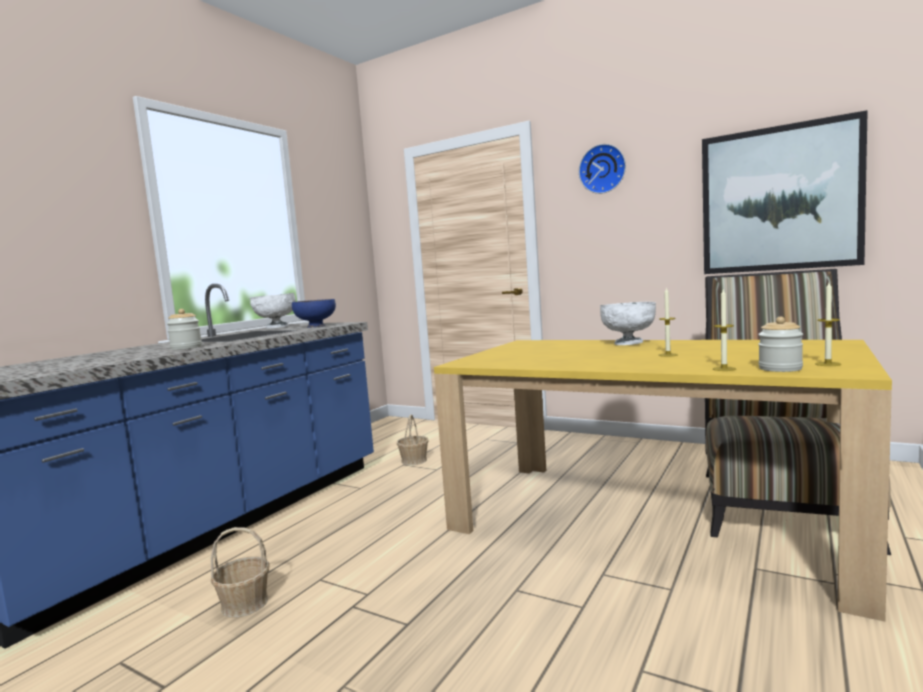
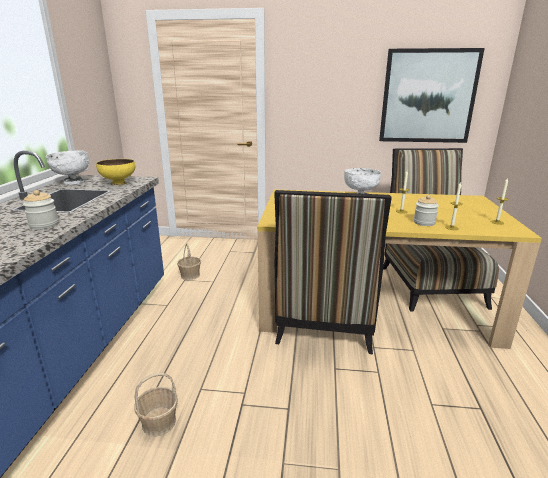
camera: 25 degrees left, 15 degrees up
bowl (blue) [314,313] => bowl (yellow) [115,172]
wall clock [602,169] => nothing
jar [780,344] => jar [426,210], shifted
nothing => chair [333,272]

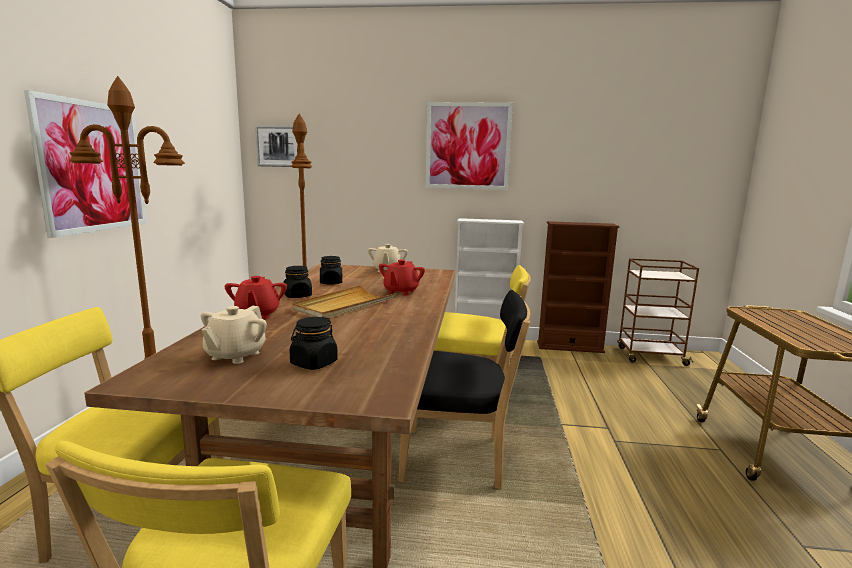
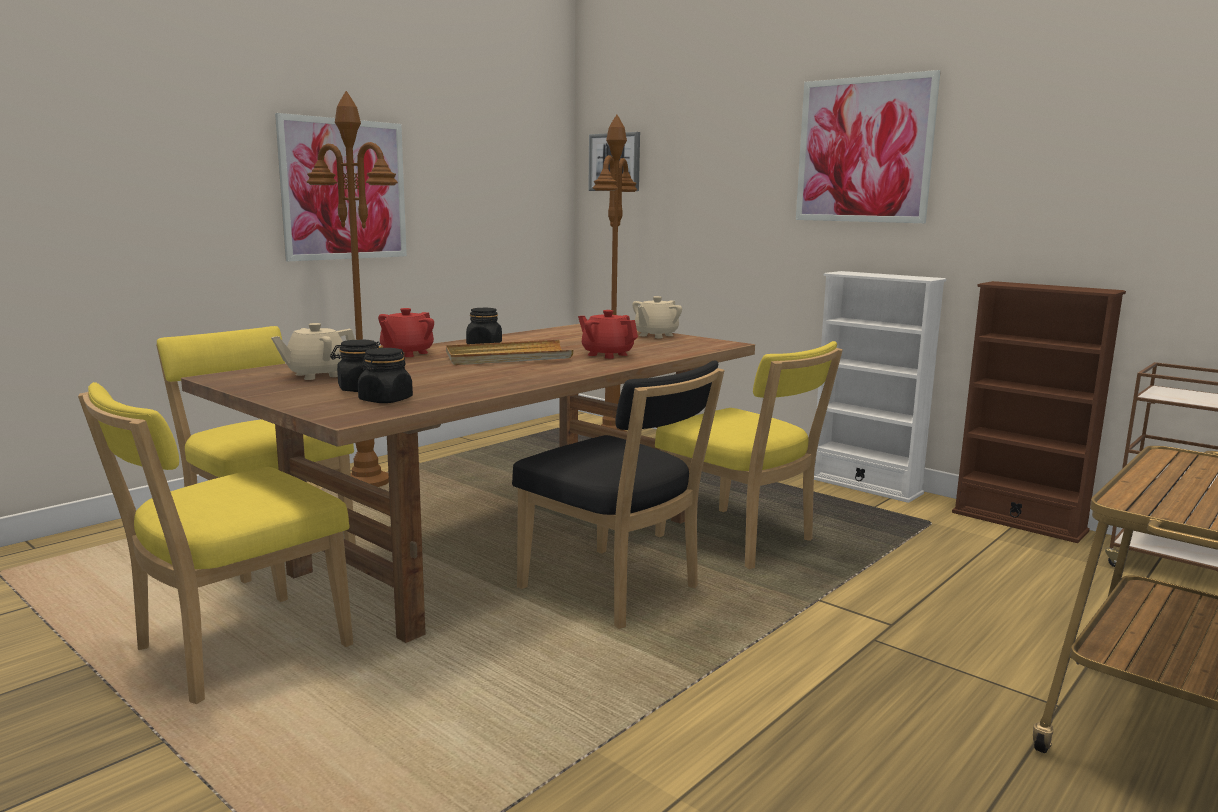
camera: 35 degrees right, 0 degrees up
jar (black) [331,270] => jar (black) [385,375], shifted
teapot (red) [402,277] => teapot (red) [608,334], 75 degrees clockwise

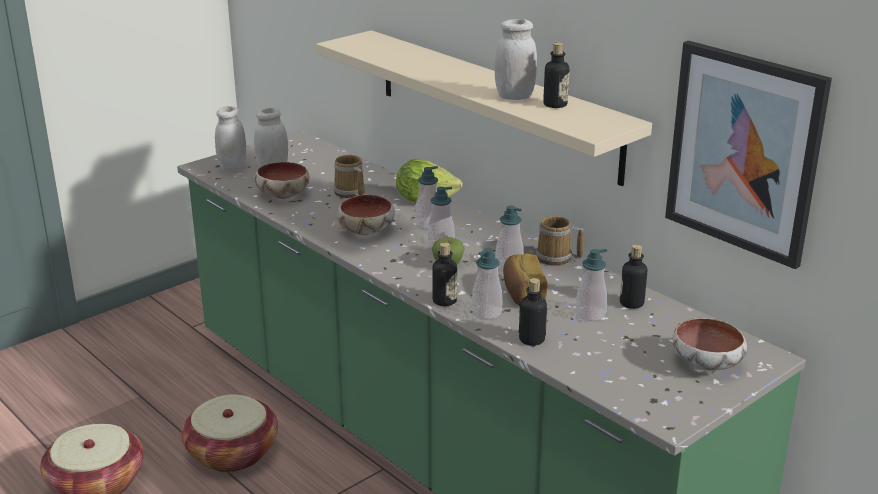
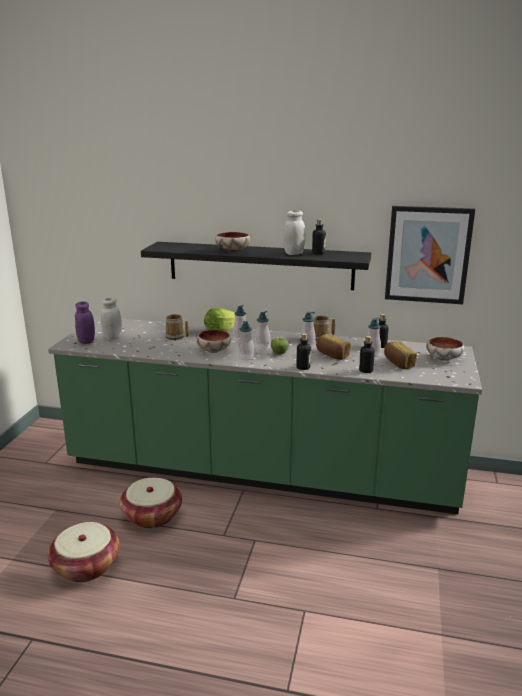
camera: 35 degrees left, 5 degrees down
jar (white) [230,139] => jar (purple) [85,322]
bowl [282,180] => bowl [232,242], shifted
shelf (beige) [484,108] => shelf (black) [256,266]
soap dispenser [487,284] => soap dispenser [246,340], shifted
nothing => bread [400,355]

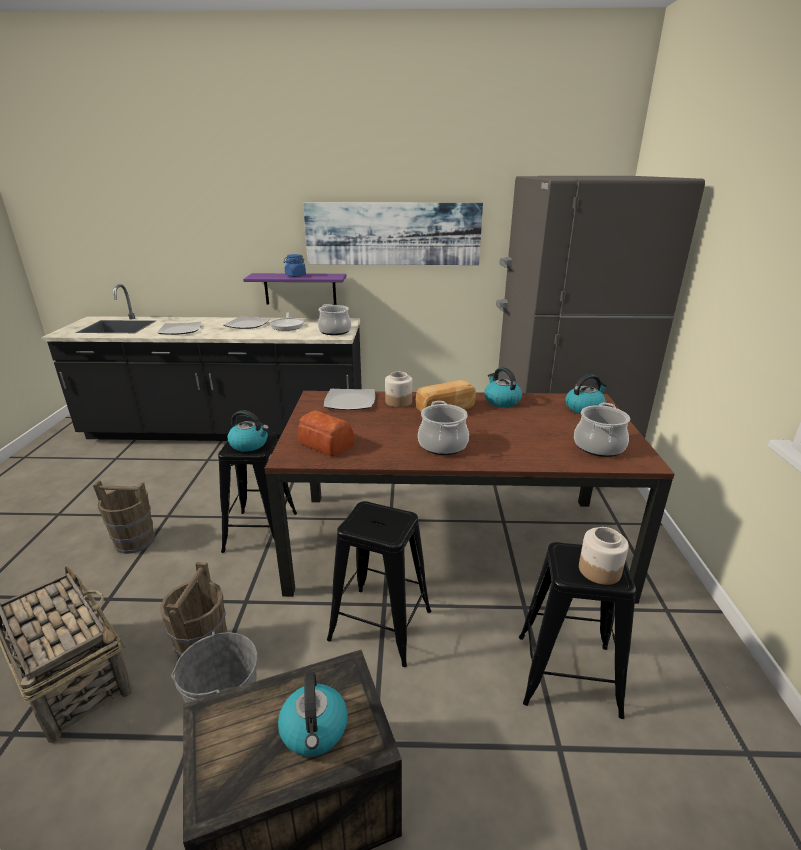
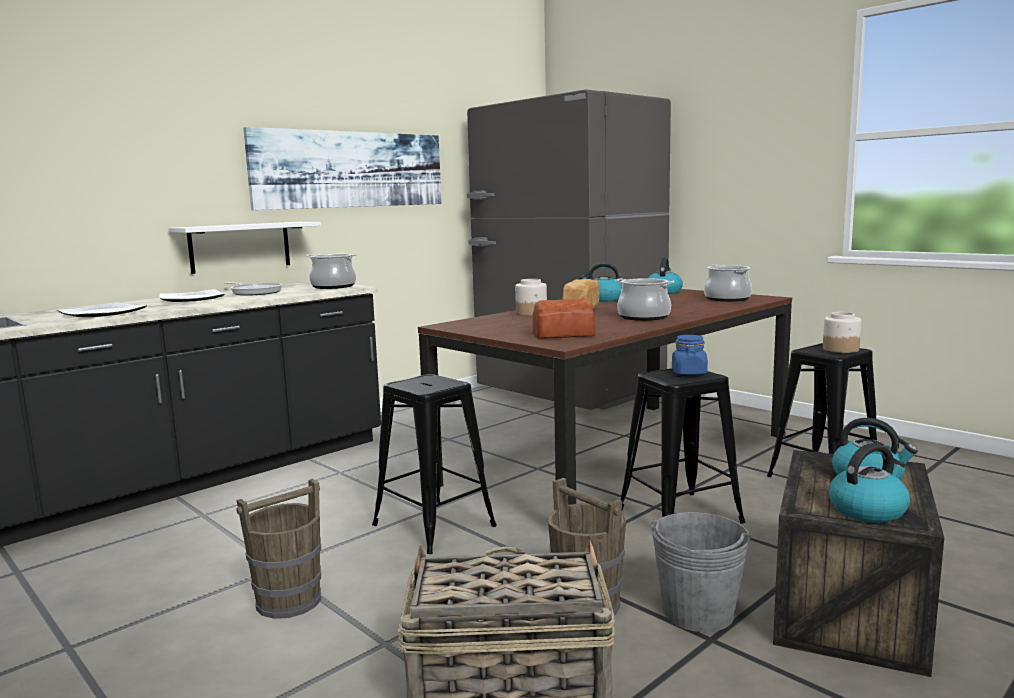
camera: 45 degrees left, 15 degrees down
kettle [248,431] => kettle [869,483], shifted
shelf (purple) [294,289] => shelf (white) [244,248]
jar (blue) [295,265] => jar (blue) [690,355], shifted
plate [349,399] => nothing

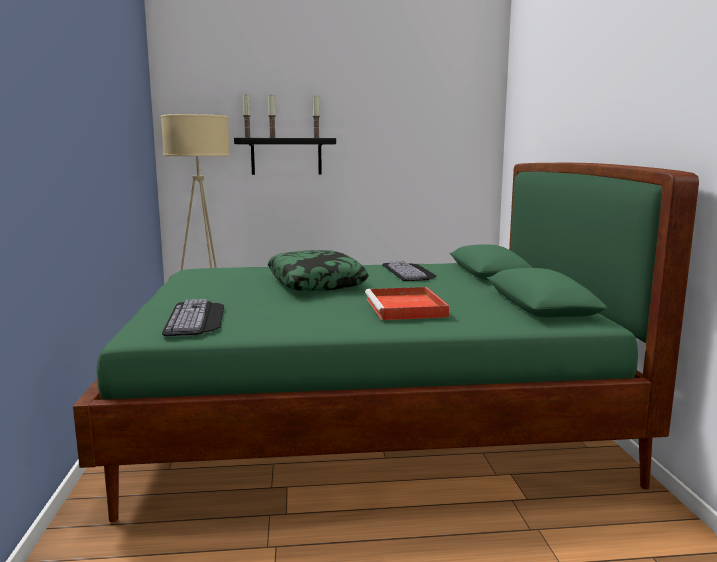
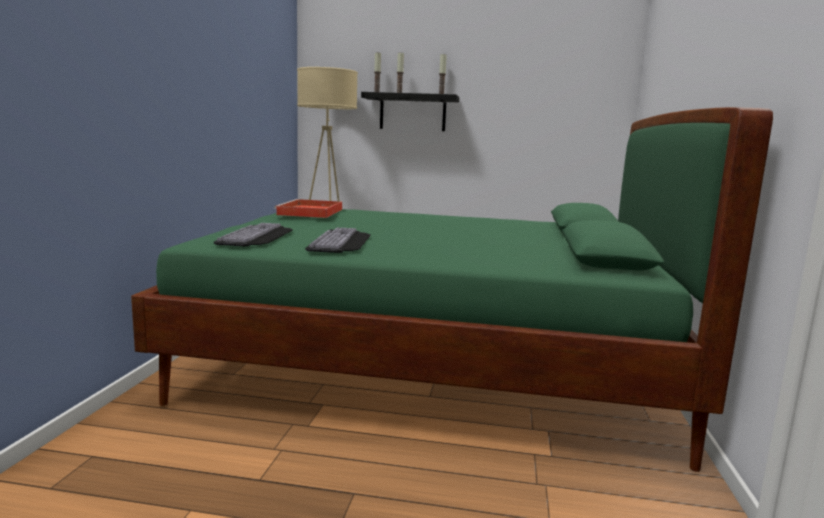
camera: 15 degrees right, 0 degrees up
pillow [318,270] => nothing
tray (red) [407,303] => tray (red) [308,208], shifted
keyboard [409,271] => keyboard [338,240], shifted

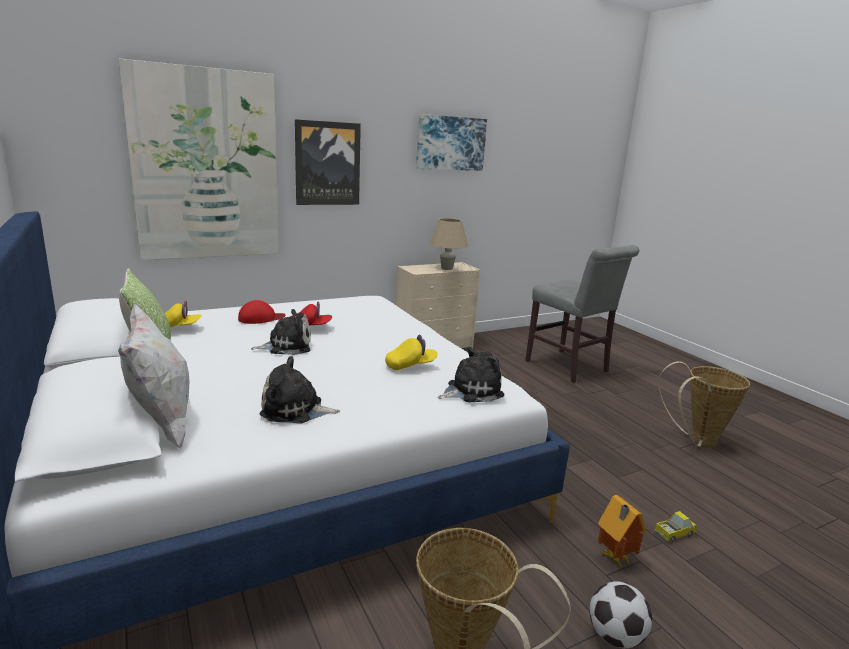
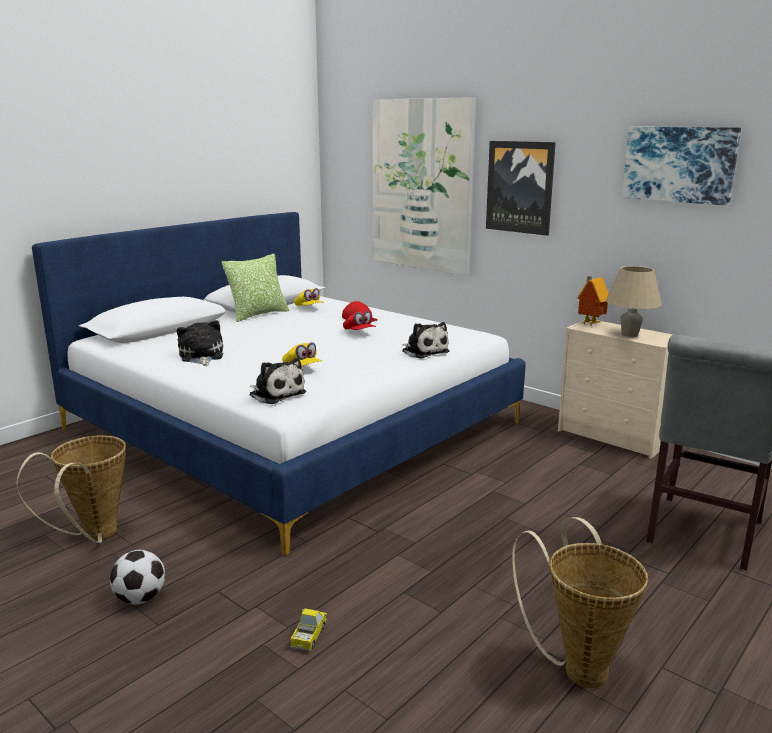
camera: 70 degrees right, 0 degrees up
pillow (white) [154,376] => nothing
plush toy [281,332] => plush toy [426,340], shifted
toy house [622,531] => toy house [593,301], shifted
toy truck [676,526] => toy truck [308,630], 120 degrees counterclockwise

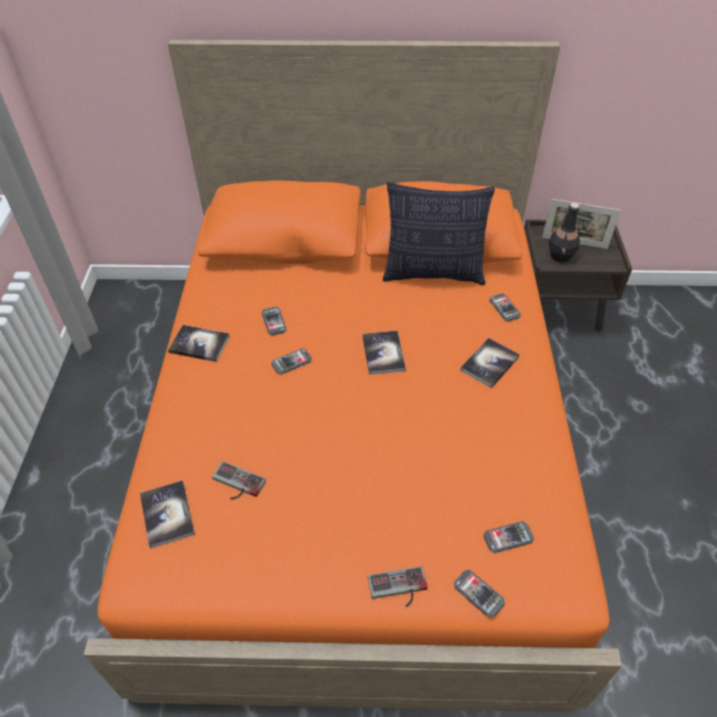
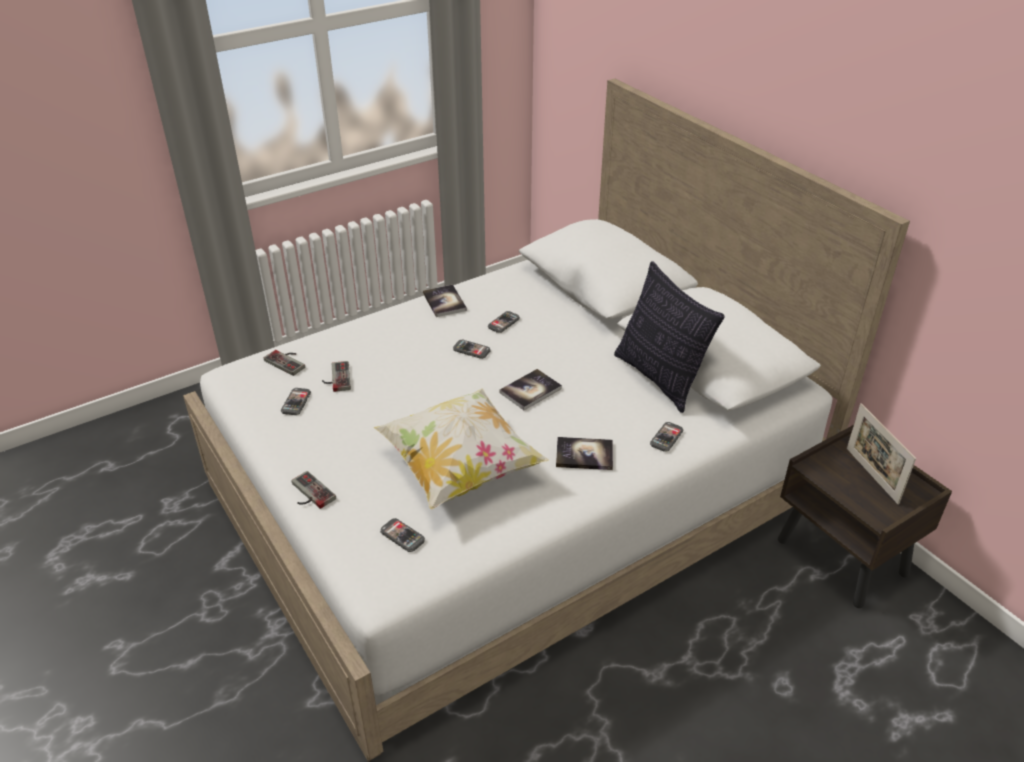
camera: 55 degrees right, 10 degrees down
bed (orange) [353,376] => bed (white) [546,420]
book [167,514] => game controller [284,363]
phone [479,594] => phone [296,401], shifted
bottle (black) [564,232] => nothing
nothing => pillow [461,448]

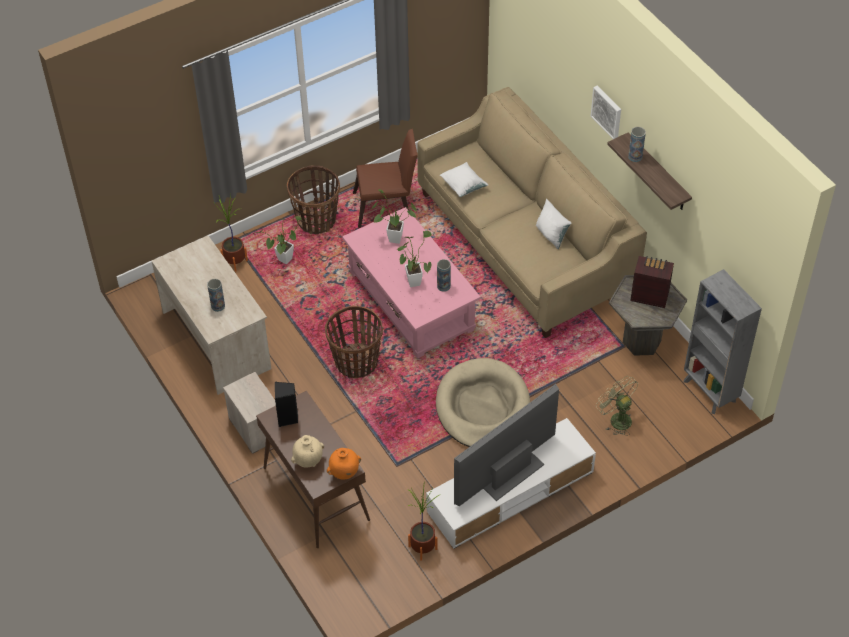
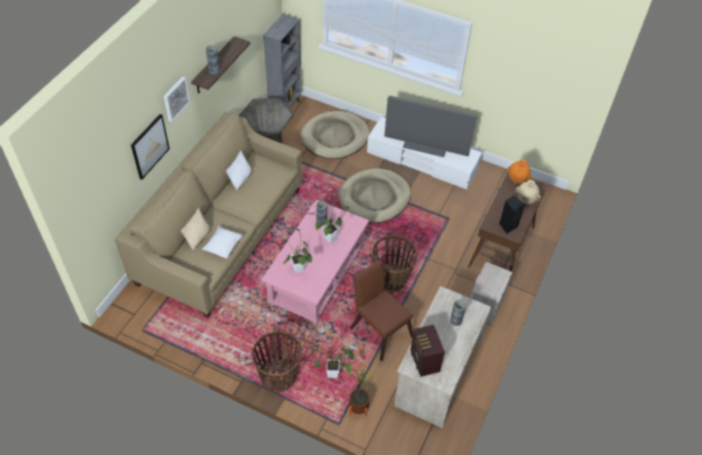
camera: 125 degrees left, 0 degrees up
chair (brown) [385,178] => chair (brown) [381,310], shifted
potted plant [424,524] => nothing
fan (green) [617,406] => dog bed (beige) [335,135]
radio [652,282] => radio [427,350], shifted
nothing => picture [150,147]
nothing => pillow (beige) [196,229]

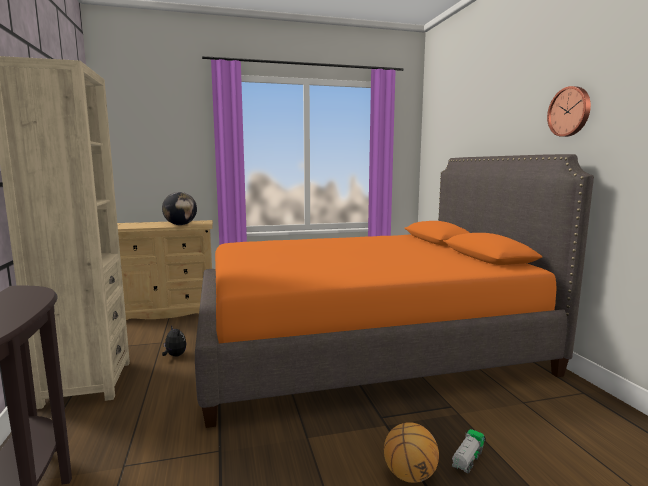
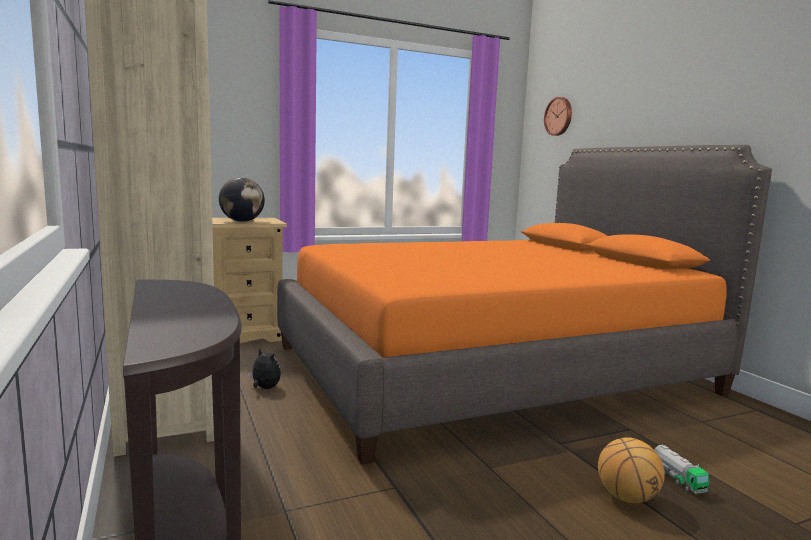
camera: 10 degrees left, 0 degrees up
toy truck [469,451] => toy truck [681,469], 135 degrees clockwise
wall clock [569,111] => wall clock [558,116], shifted

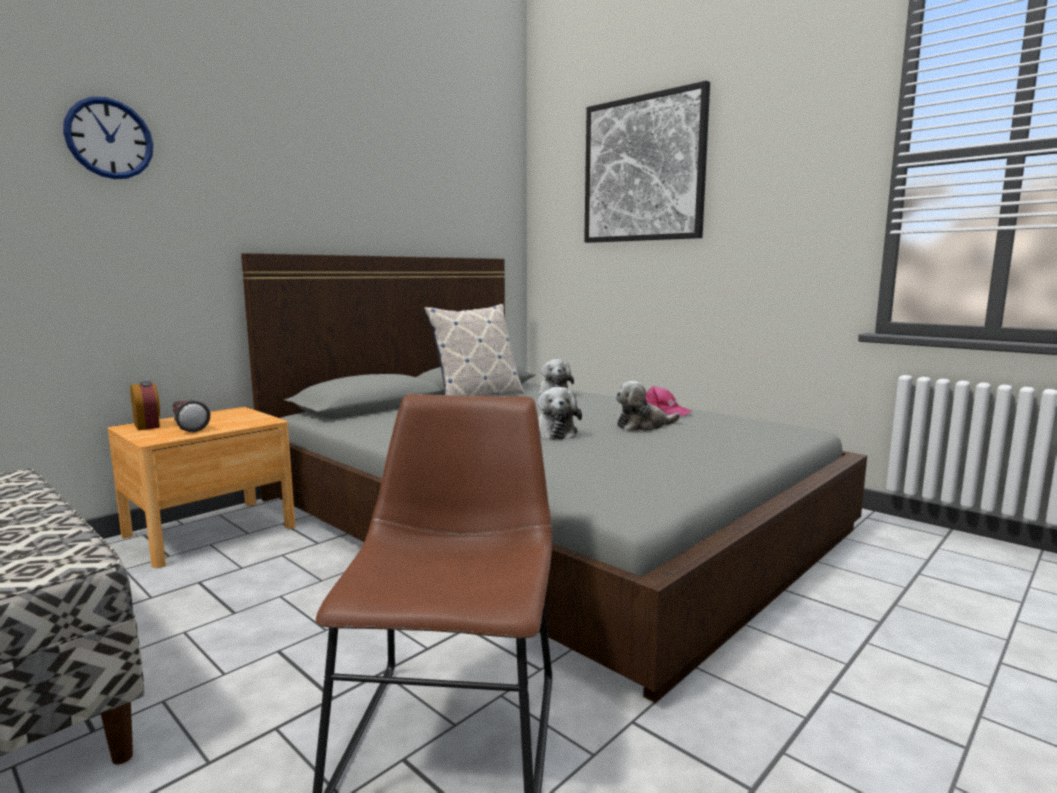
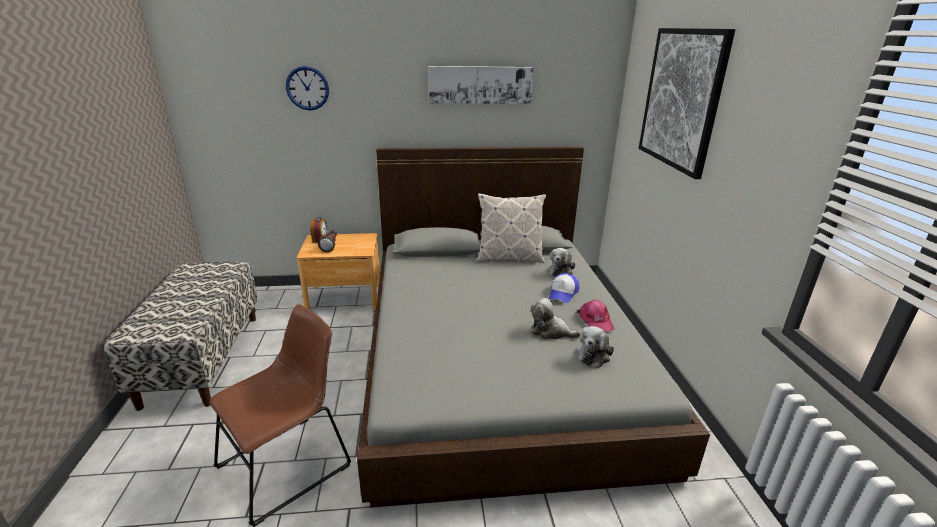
camera: 40 degrees right, 15 degrees up
plush toy [560,413] => plush toy [595,347], shifted
nothing => picture [481,85]
nothing => cap [564,288]

